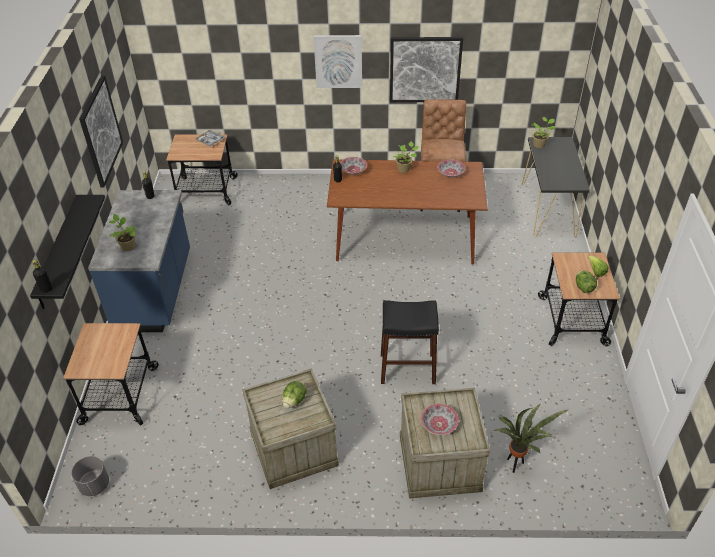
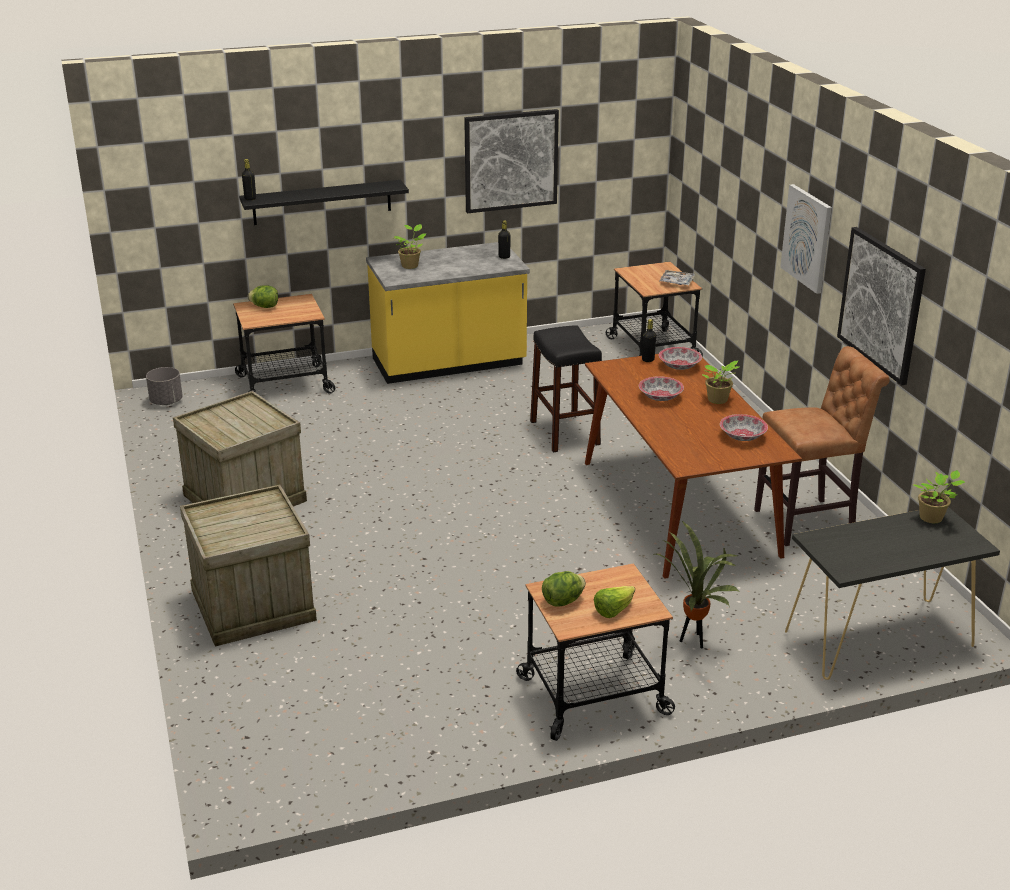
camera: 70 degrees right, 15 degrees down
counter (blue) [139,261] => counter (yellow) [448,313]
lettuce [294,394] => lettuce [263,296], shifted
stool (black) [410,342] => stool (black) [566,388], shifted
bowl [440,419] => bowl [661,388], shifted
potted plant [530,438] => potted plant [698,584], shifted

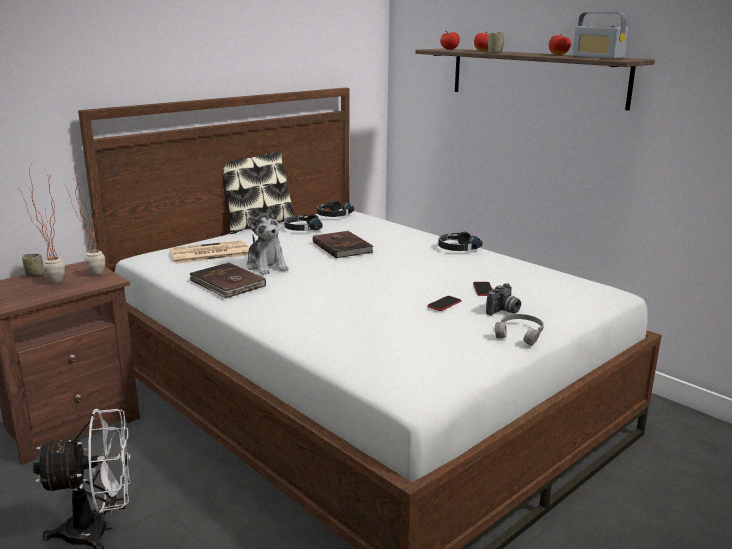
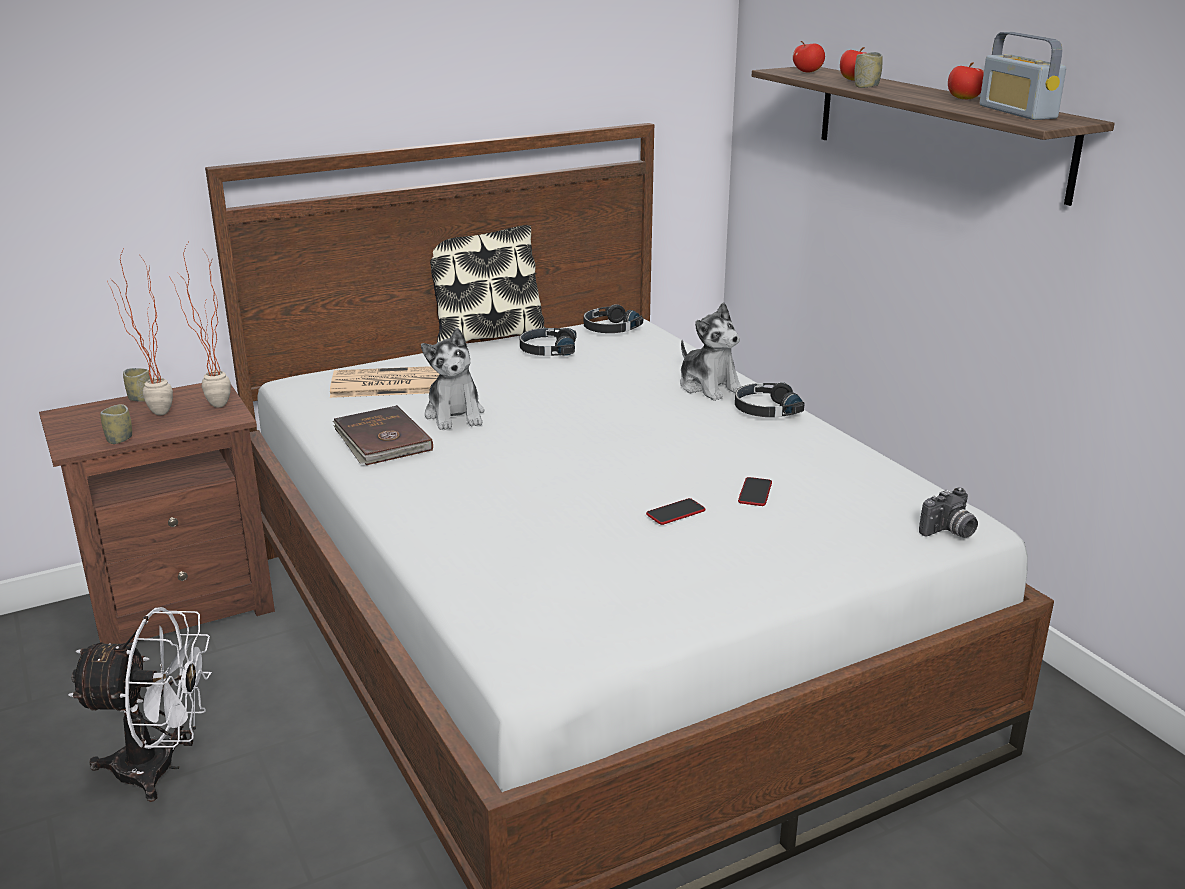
camera: 15 degrees right, 5 degrees up
book (brown) [343,244] => nothing
photo camera [503,299] => photo camera [948,512], shifted
headphones (grey) [519,330] => nothing
nothing => cup [116,424]
nothing => plush toy [711,351]

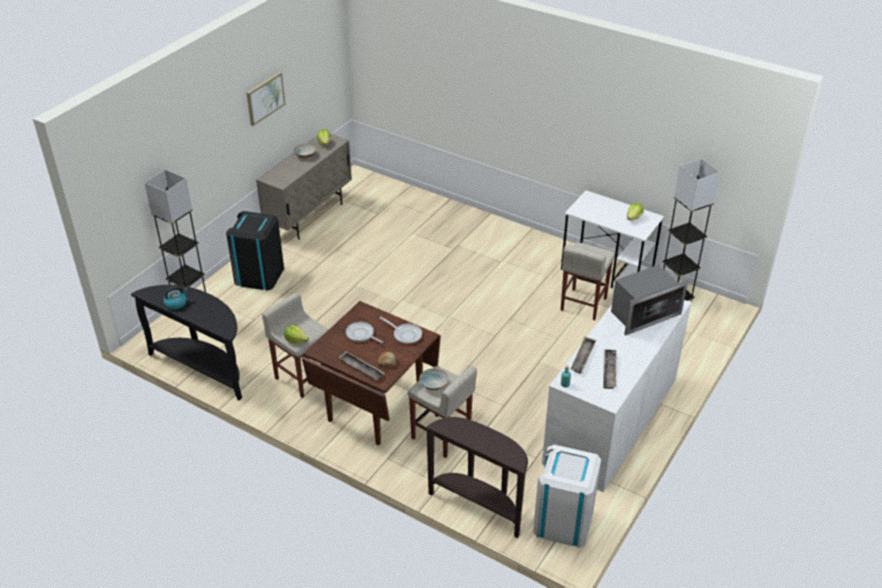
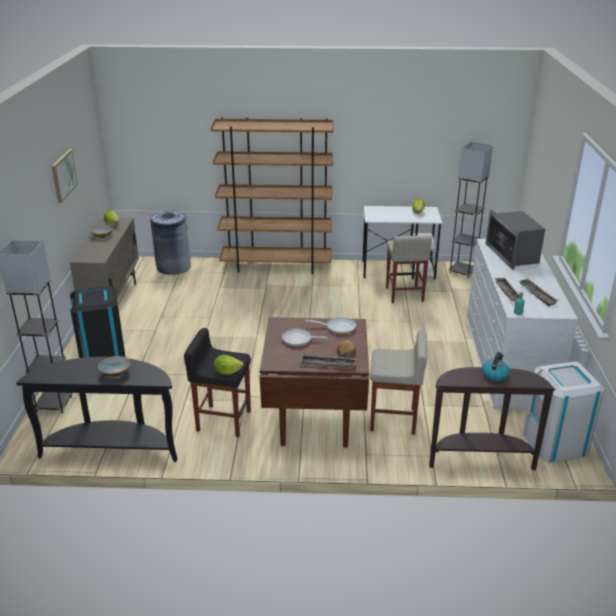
camera: 30 degrees left, 10 degrees down
kettle [175,298] => kettle [496,366], shifted
stool (beige) [295,345] => stool (black) [217,382]
bowl [434,379] => bowl [114,366], shifted
microwave [649,300] => microwave [515,240], 135 degrees clockwise
nothing => trash can (grey) [170,243]
nothing => bookcase (brown) [272,195]

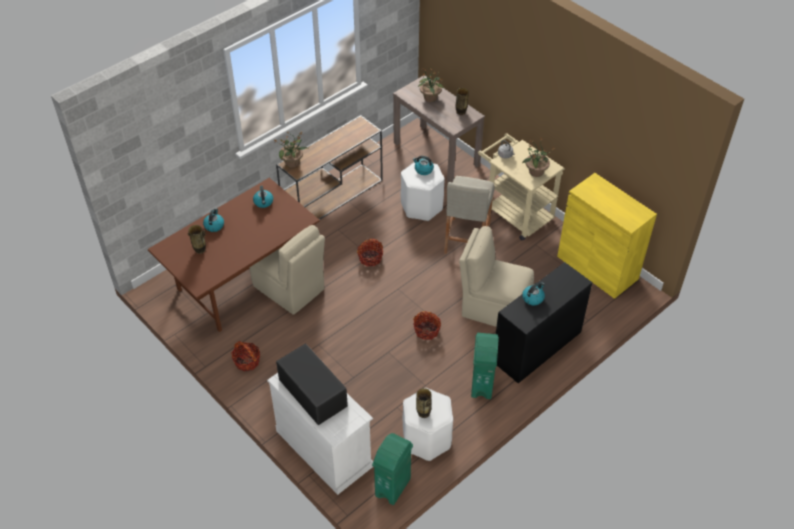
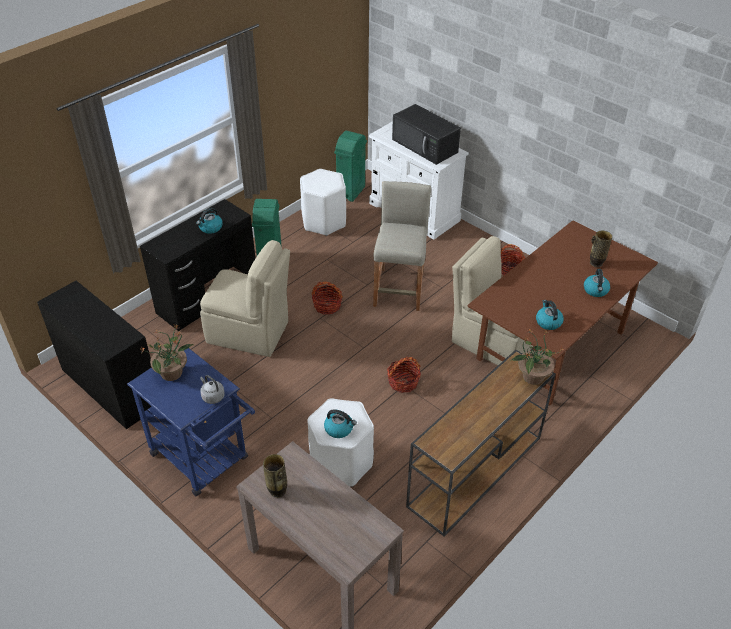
camera: 175 degrees right, 5 degrees down
vase [424,403] => nothing
potted plant [431,84] => nothing
stool (beige) [469,215] => stool (beige) [402,246], shifted
cart (beige) [521,187] => cart (blue) [191,422]
cabinet (yellow) [607,236] => desk (black) [94,355]

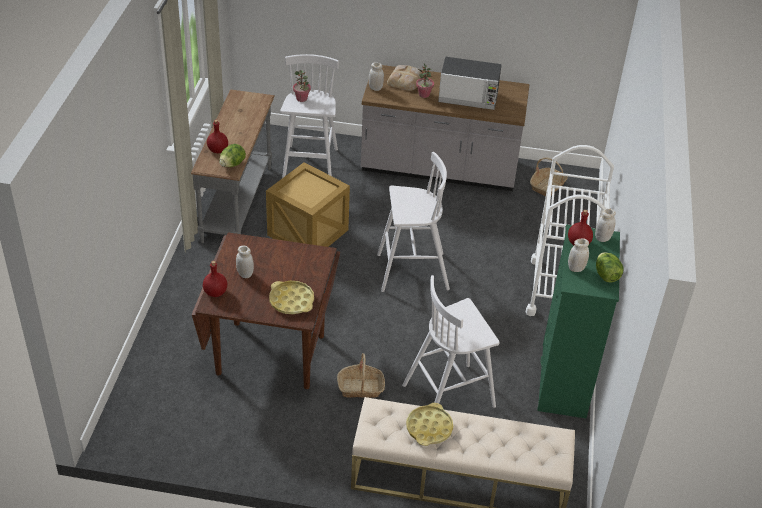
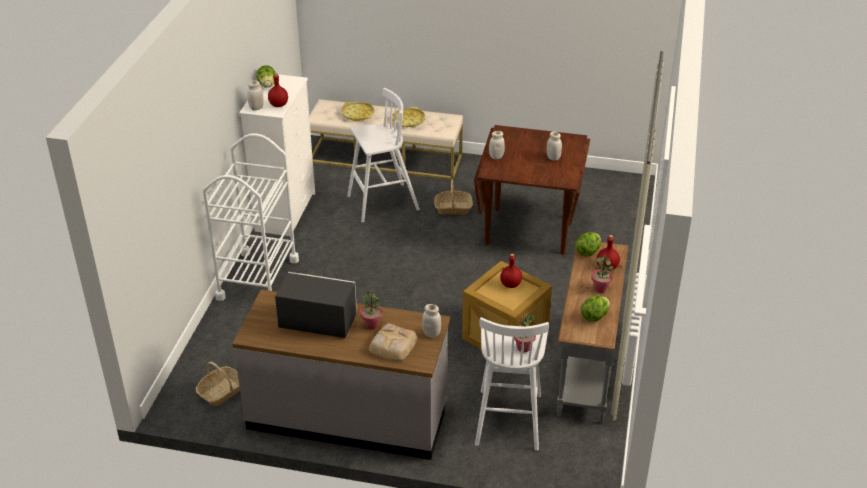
camera: 175 degrees left, 5 degrees down
bottle (red) [215,279] => bottle (red) [511,271], shifted
tray (yellow) [291,297] => tray (yellow) [358,111], shifted
stool (white) [413,222] => nothing
dresser (green) [578,321] => dresser (white) [277,155]
jar (white) [578,255] => jar (white) [497,145], shifted
nothing => lettuce [595,309]
nothing => potted plant [602,274]

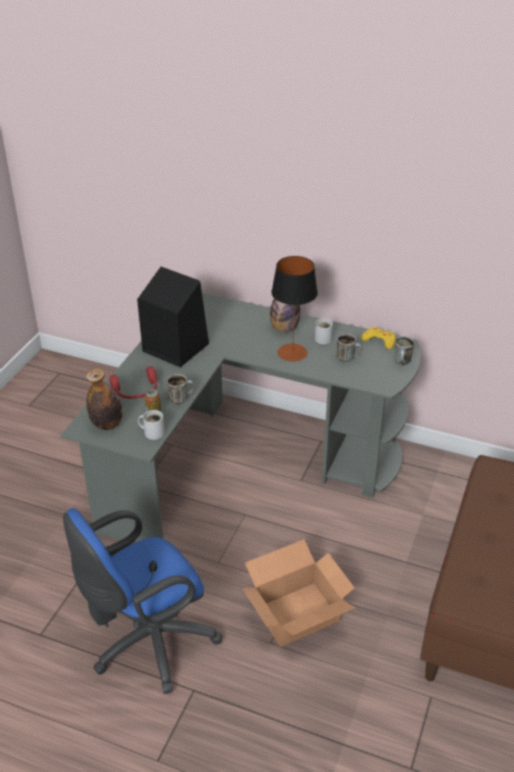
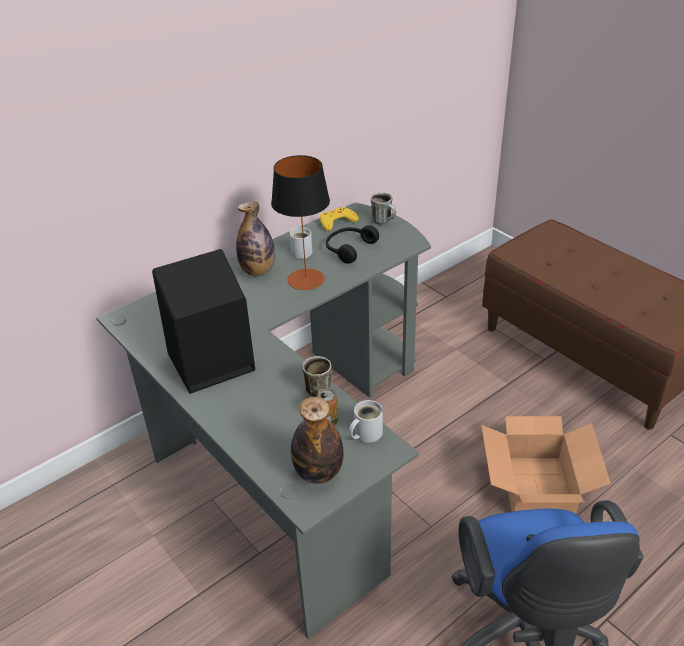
camera: 60 degrees left, 0 degrees up
headphones (red) [133,382] => nothing
mug [349,348] => headphones (black) [352,244]

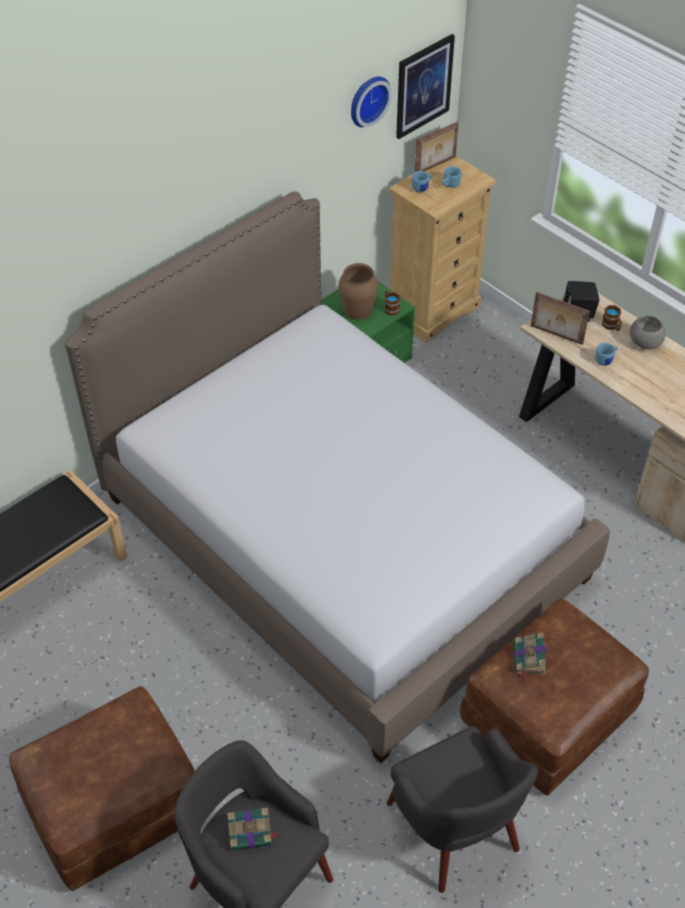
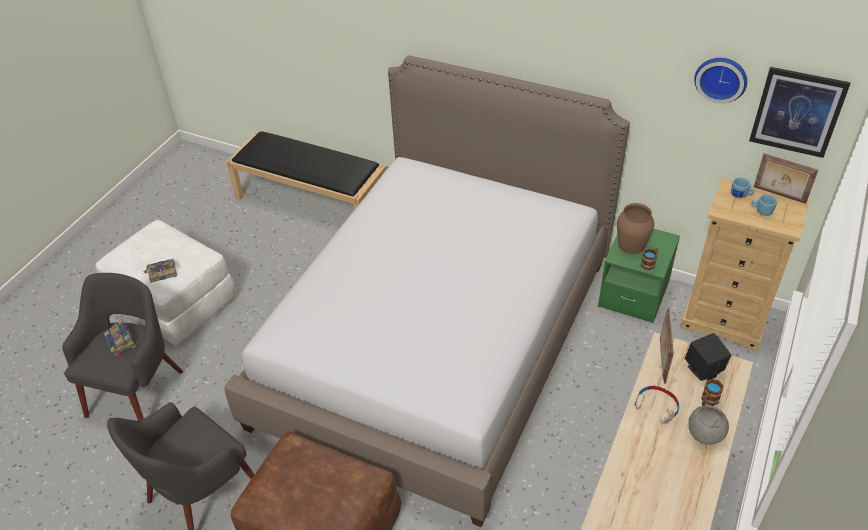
camera: 70 degrees right, 5 degrees down
ottoman (brown) [102,789] => ottoman (white) [166,283]
book [530,655] => book [160,271], shifted
mug (blue) [606,354] => headphones (beige) [657,405]

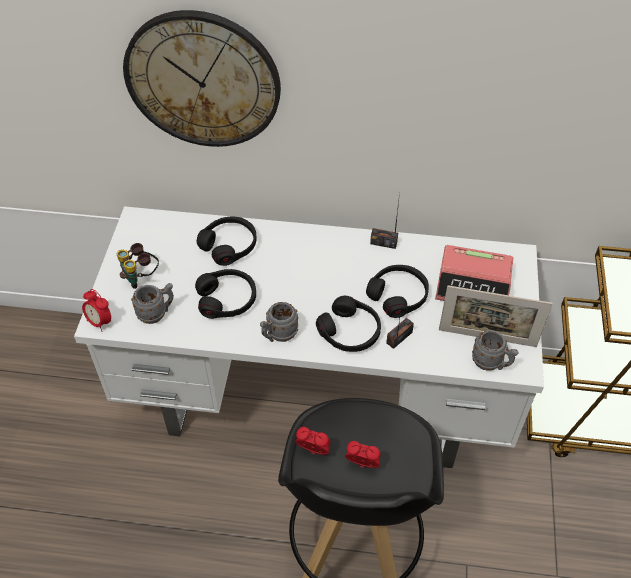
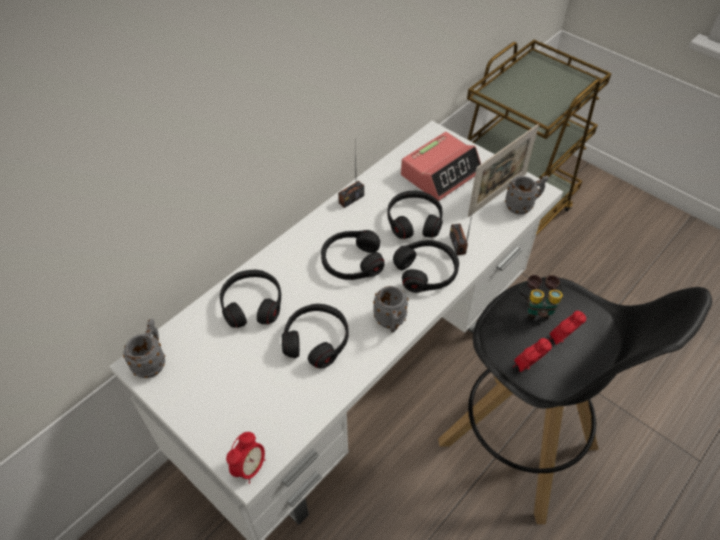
camera: 55 degrees left, 0 degrees up
alarm clock [96,310] => alarm clock [245,458], 45 degrees counterclockwise
binoculars [138,266] => binoculars [541,297], shifted
wall clock [202,78] => nothing
mug (grey) [152,303] => mug (grey) [144,348], shifted
nothing => headphones (black) [353,255]

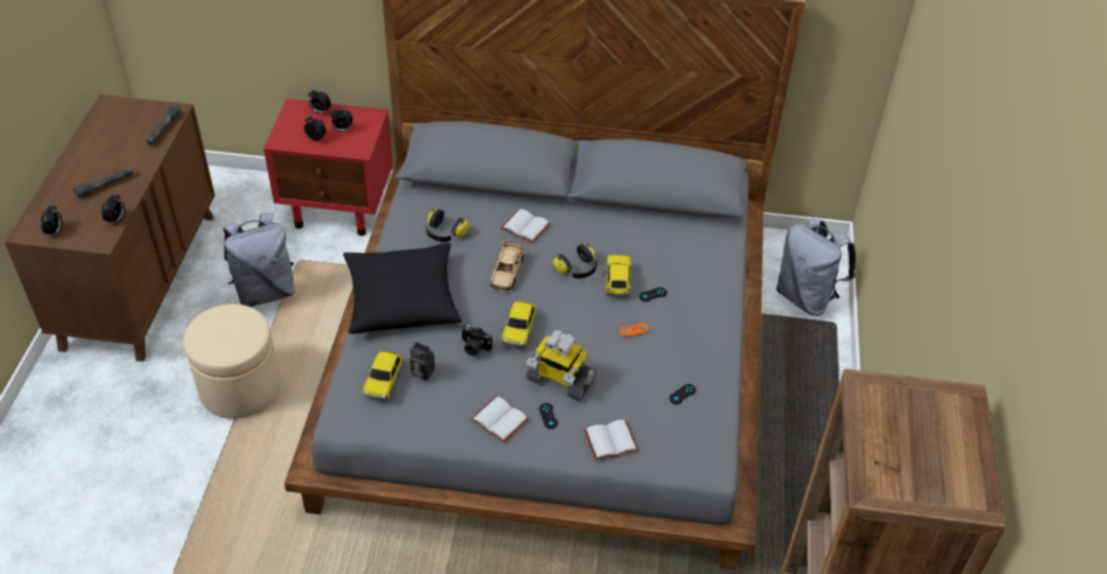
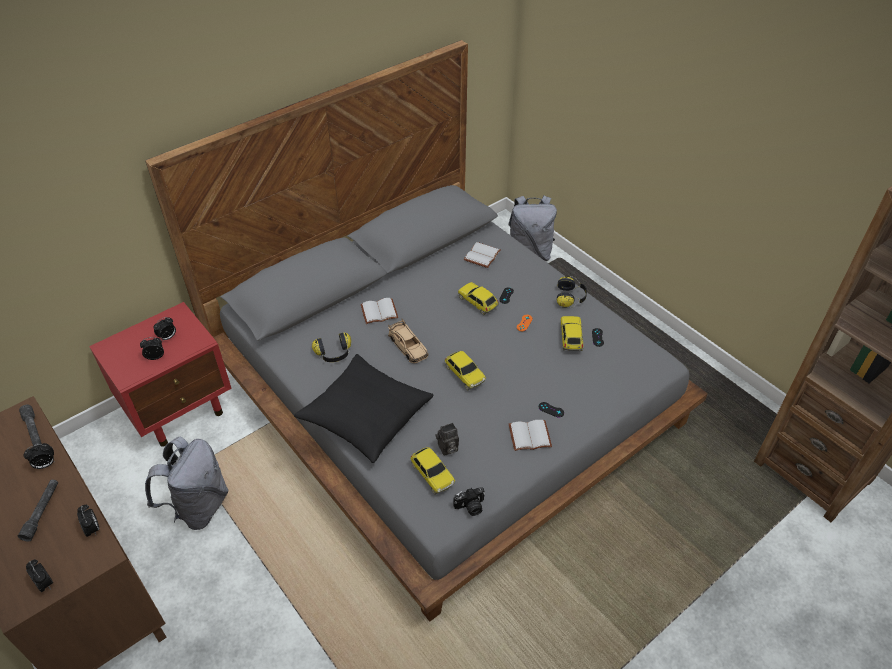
camera: 45 degrees left, 0 degrees up
ottoman (beige) [232,361] => nothing
alarm clock [319,101] => alarm clock [39,456], shifted
photo camera [476,340] => photo camera [469,501], shifted
toy robot [561,365] => nothing
headphones [574,261] => headphones [572,292], shifted
book (white) [611,440] => book (white) [482,255], shifted
nothing => toy car [571,333]

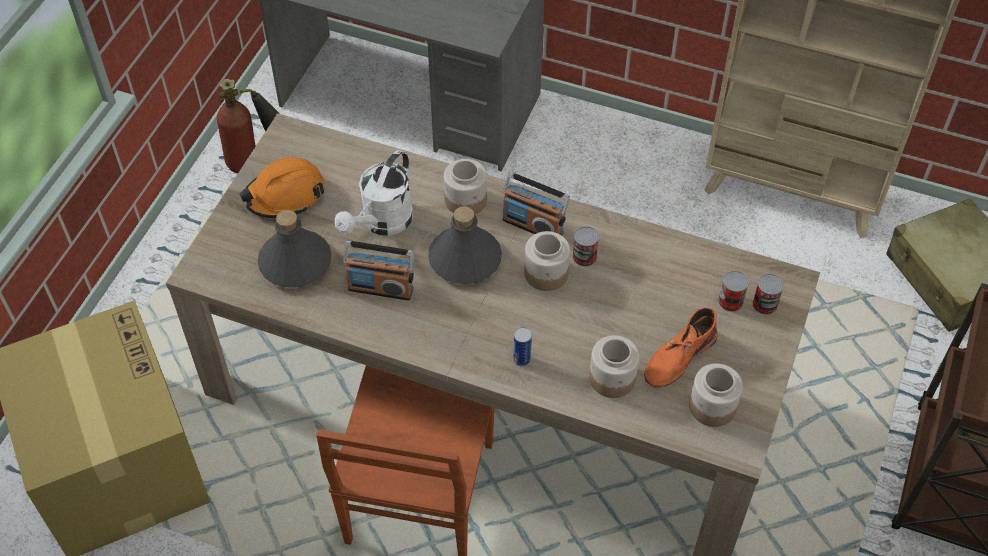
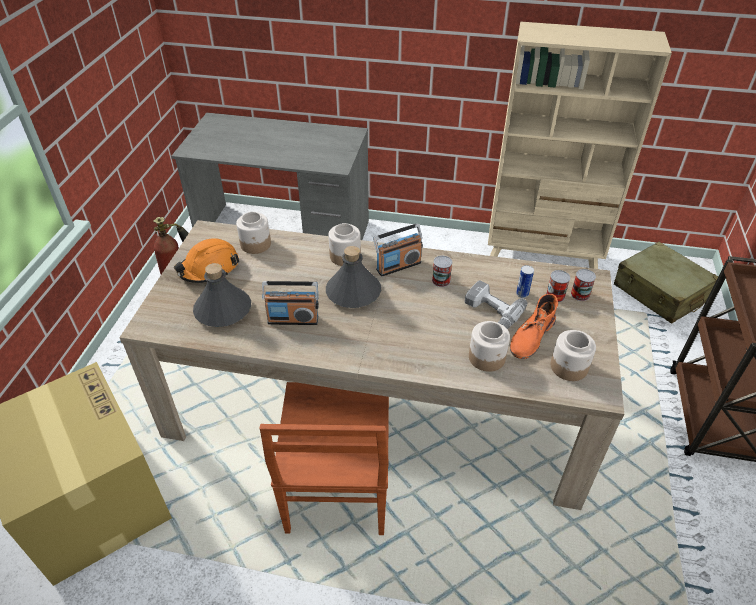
camera: 10 degrees left, 10 degrees down
watering can (white) [374,193] => nothing
radio [536,203] => radio [398,250], 45 degrees counterclockwise
can [522,346] => can [525,281], shifted
jar [547,261] => jar [253,233], shifted
nothing => power drill [496,304]

